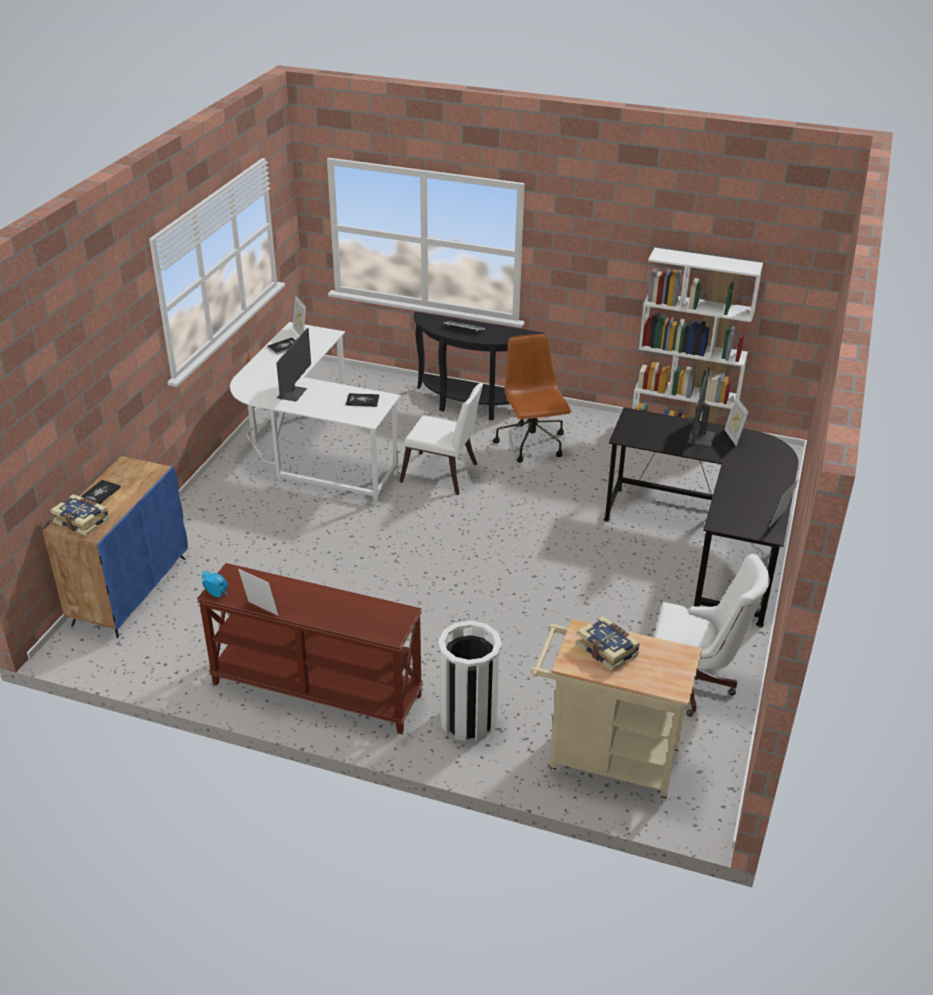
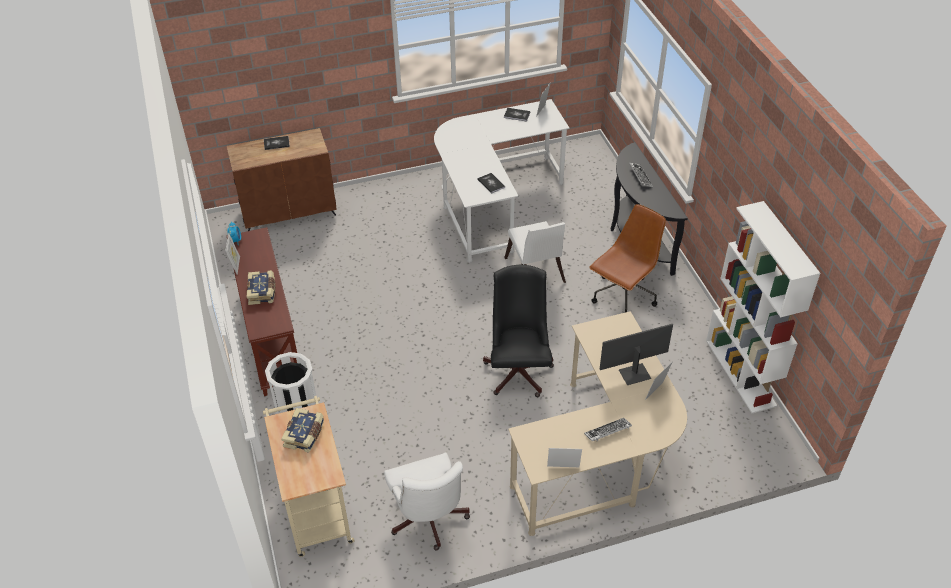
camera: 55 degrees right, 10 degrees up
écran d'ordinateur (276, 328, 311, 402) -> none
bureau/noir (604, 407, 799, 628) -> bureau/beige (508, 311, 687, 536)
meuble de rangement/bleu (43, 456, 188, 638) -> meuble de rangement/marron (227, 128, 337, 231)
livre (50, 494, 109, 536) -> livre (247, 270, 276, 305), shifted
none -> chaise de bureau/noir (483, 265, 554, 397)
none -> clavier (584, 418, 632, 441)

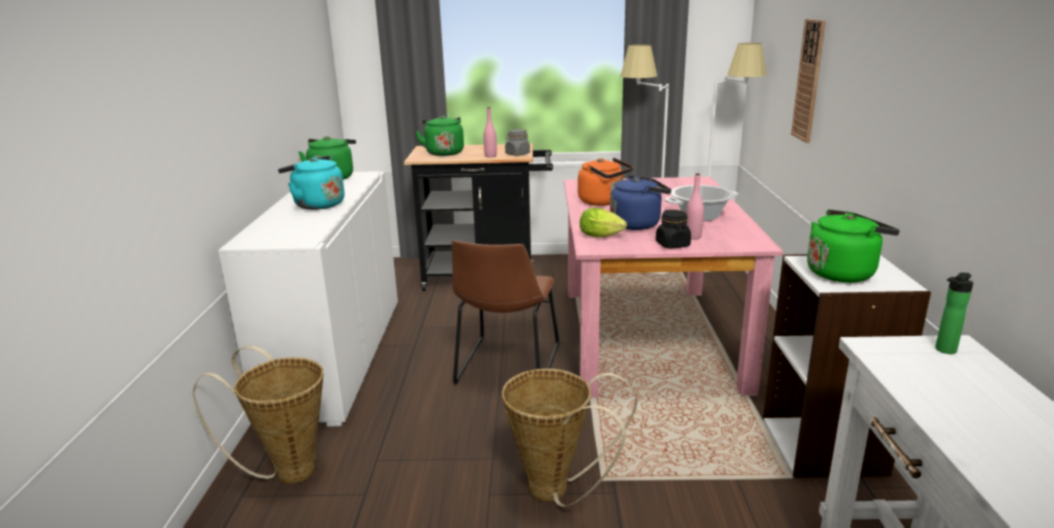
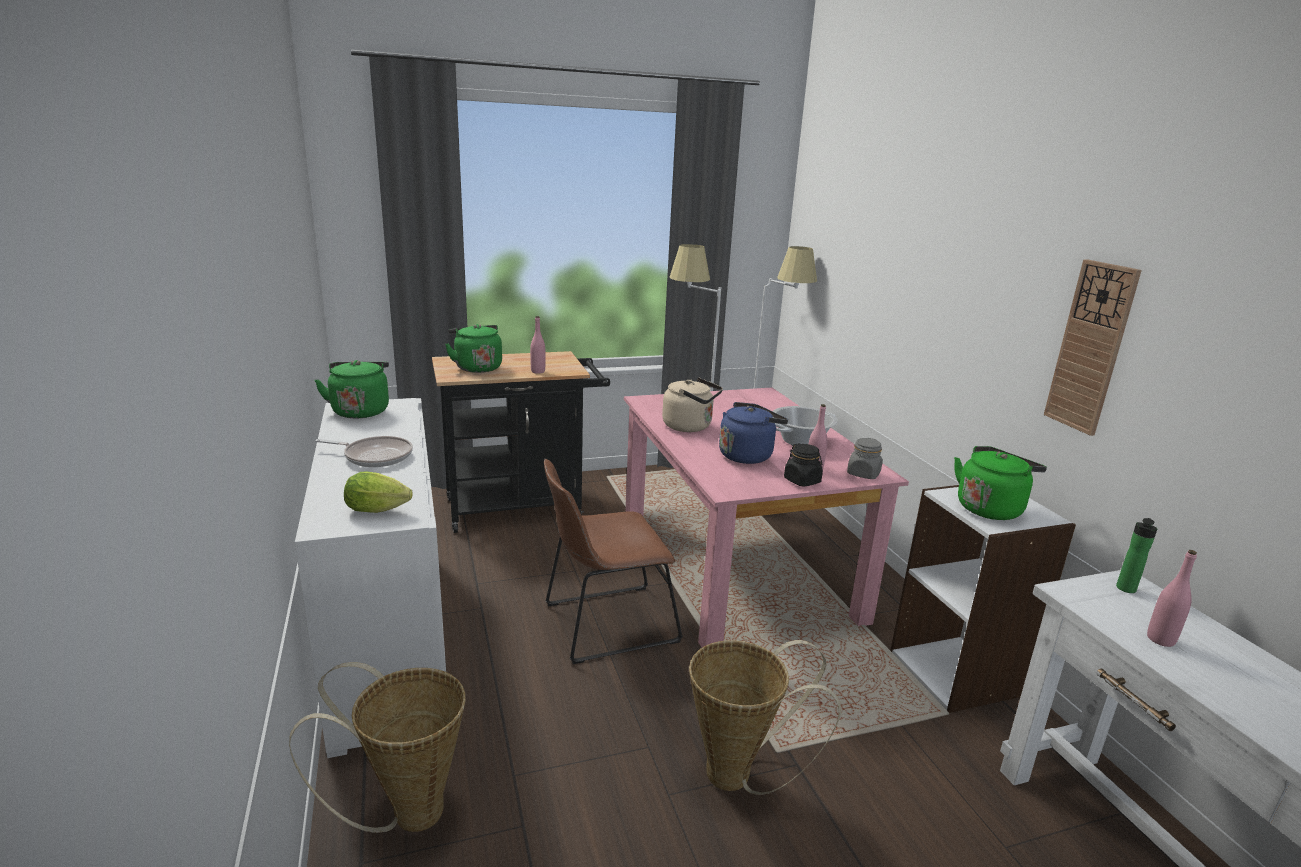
camera: 20 degrees left, 0 degrees up
horloge murale (791, 19, 826, 143) -> horloge murale (1044, 259, 1142, 436), shifted
bocal/gris (505, 129, 530, 156) -> bocal/gris (847, 438, 883, 479), shifted
bouilloire/turquoise (278, 156, 345, 210) -> poêle (315, 436, 413, 467)
bouilloire/orange (578, 158, 633, 206) -> bouilloire/beige (662, 377, 723, 432)
laitue (580, 208, 627, 238) -> laitue (344, 471, 413, 513), shifted
chaise/marron (452, 240, 559, 385) -> chaise/marron (544, 459, 683, 664), 75 degrees clockwise
none -> bouteille/rose (1147, 550, 1197, 647)

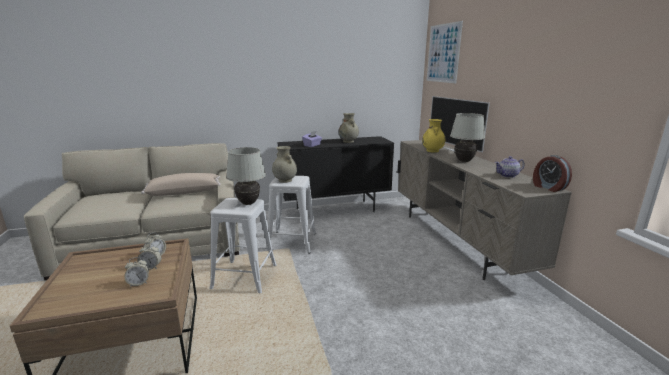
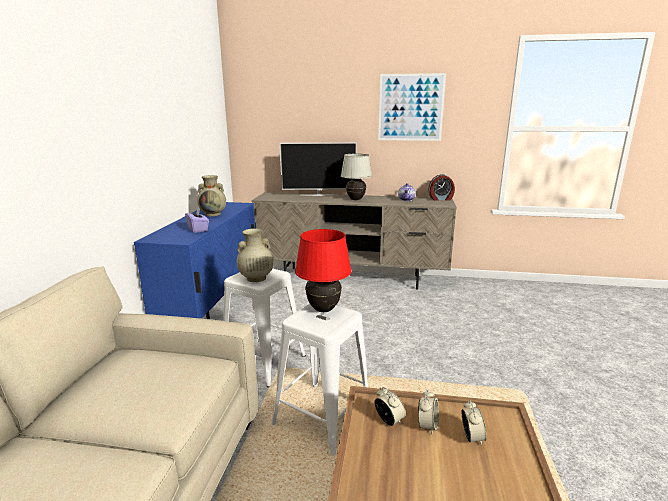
camera: 65 degrees left, 0 degrees up
tableau (427, 21, 463, 83) -> tableau (378, 73, 446, 141), shifted
vase/jaune (422, 119, 446, 153) -> none
meuble de rangement/noir (277, 136, 394, 212) -> meuble de rangement/bleu (134, 202, 255, 319)
lampe de table/blanc (226, 147, 266, 205) -> lampe de table/rouge (295, 229, 352, 312)
coussin/beige (141, 173, 220, 196) -> none

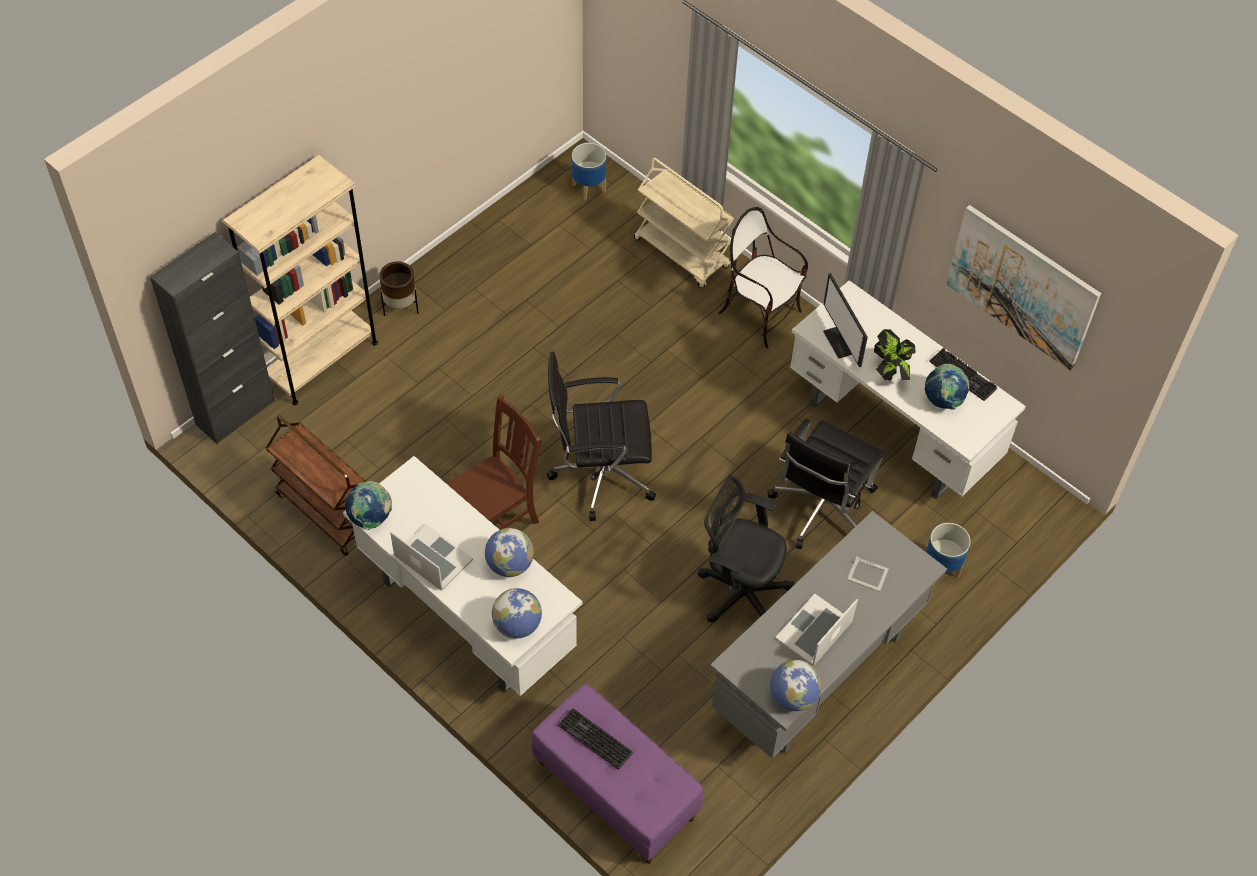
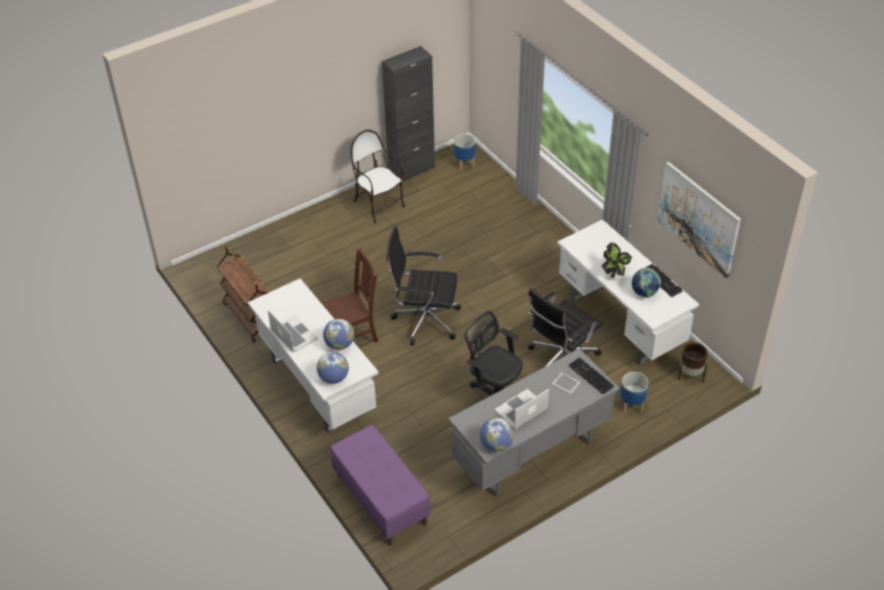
camera: 15 degrees right, 10 degrees down
bibliothèque/beige (223, 155, 378, 405) -> none
chariot/beige (634, 158, 734, 288) -> none
chaise (719, 207, 808, 348) -> chaise (351, 130, 405, 223), shifted
meuble de rangement/noir (150, 232, 275, 444) -> meuble de rangement/noir (382, 46, 435, 181), shifted
cache-pot/marron (379, 261, 419, 316) -> cache-pot/marron (678, 342, 708, 382), shifted
écran d'ordinateur (823, 273, 868, 367) -> none
globe (345, 481, 392, 530) -> none
clavier (558, 708, 633, 770) -> clavier (569, 357, 614, 395), shifted

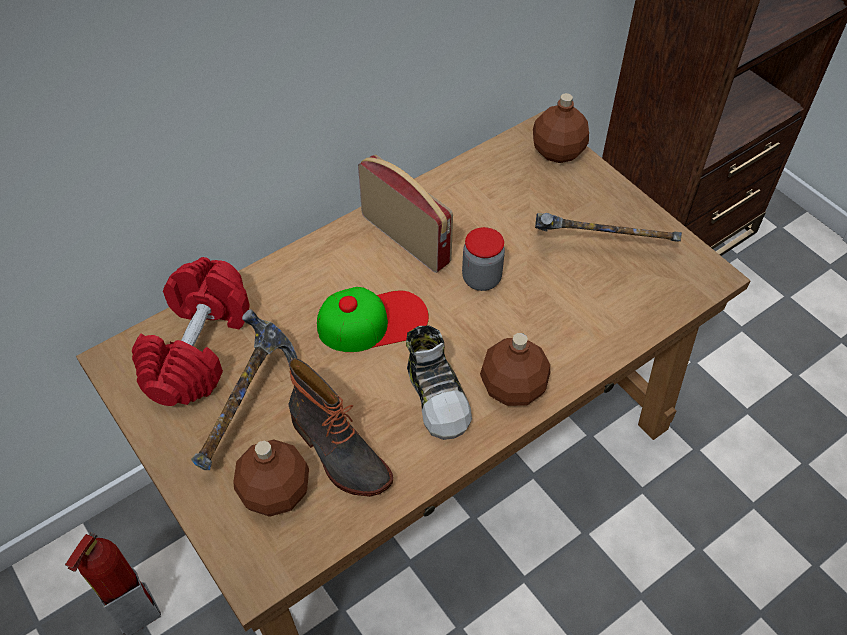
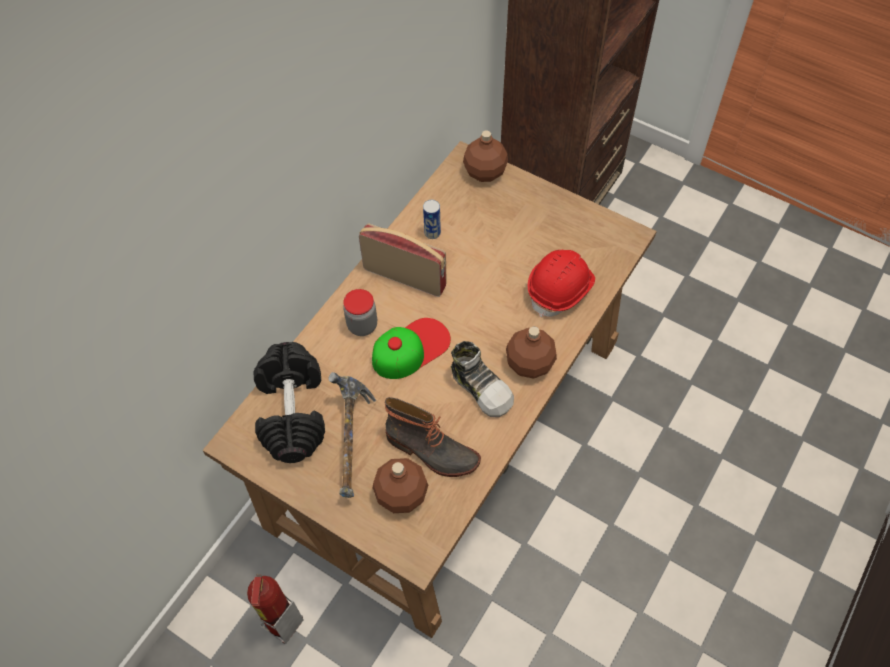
camera: 20 degrees left, 5 degrees up
marteau (535, 213, 682, 242) -> none
bocal (462, 227, 505, 291) -> bocal (343, 289, 377, 336), shifted
haltère/rouge (132, 257, 250, 406) -> haltère/noir (254, 342, 325, 463)
none -> boîte métallique (423, 200, 441, 239)
none -> casque de chantier/rouge (528, 250, 595, 318)

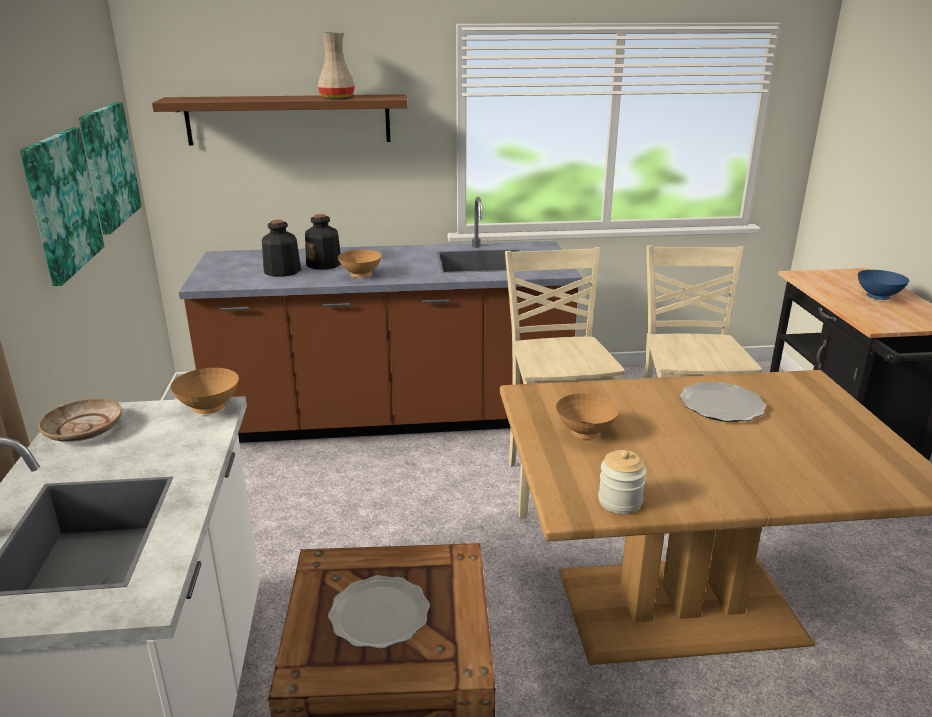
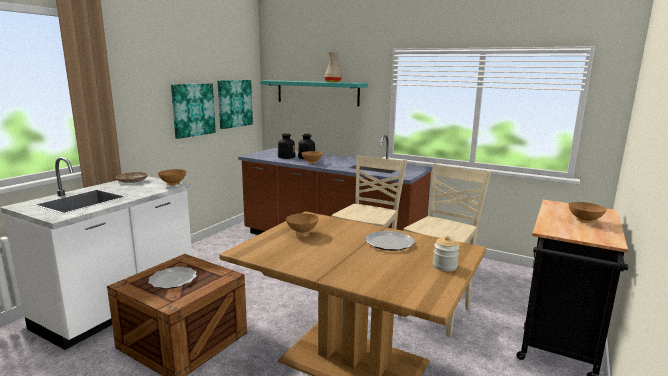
camera: 35 degrees right, 10 degrees down
étagère/marron (152, 94, 408, 146) -> étagère/turquoise (260, 80, 368, 106)
bol/bleu (858, 270, 909, 300) -> bol/marron (568, 202, 607, 223)
bocal (598, 450, 647, 514) -> bocal (433, 236, 459, 271), shifted

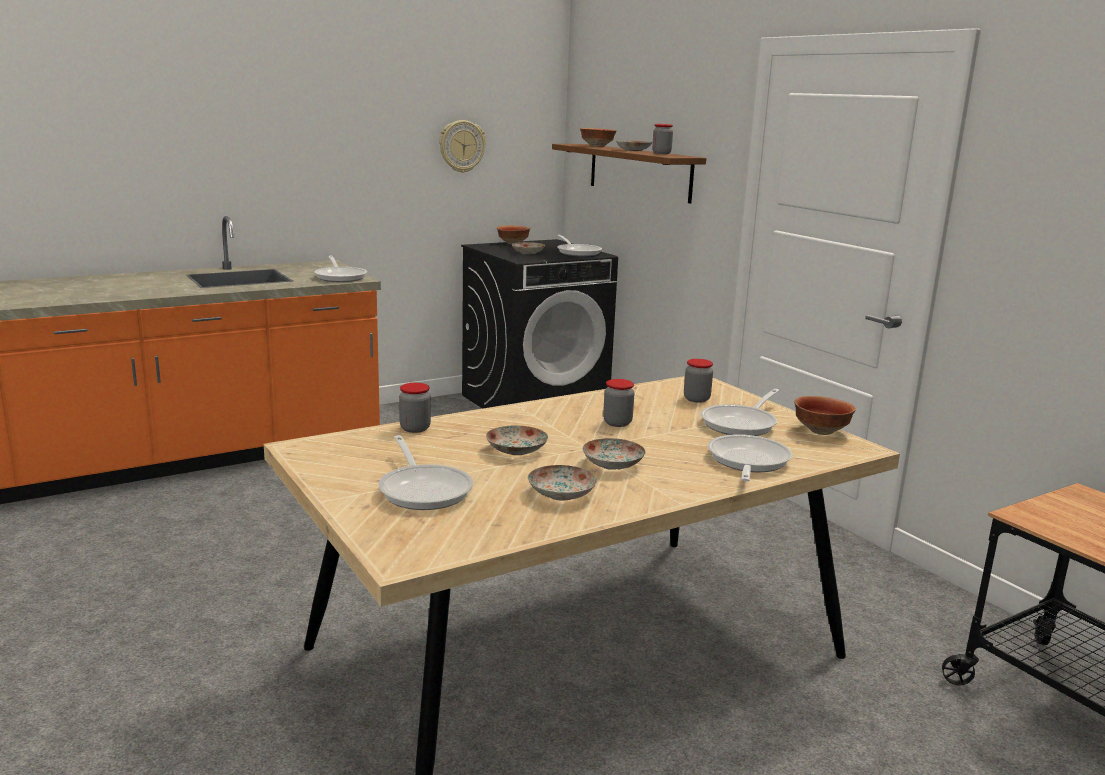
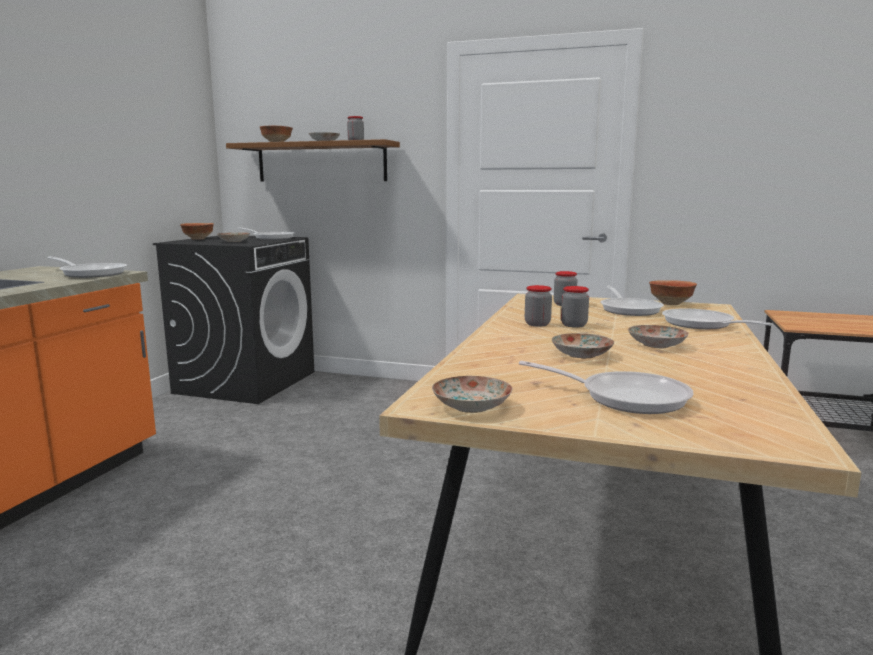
camera: 40 degrees left, 5 degrees down
horloge murale (439, 120, 486, 173) -> none
bocal (399, 383, 431, 433) -> bocal (525, 285, 552, 327), shifted
assiette (527, 465, 597, 501) -> assiette (432, 376, 513, 413), shifted

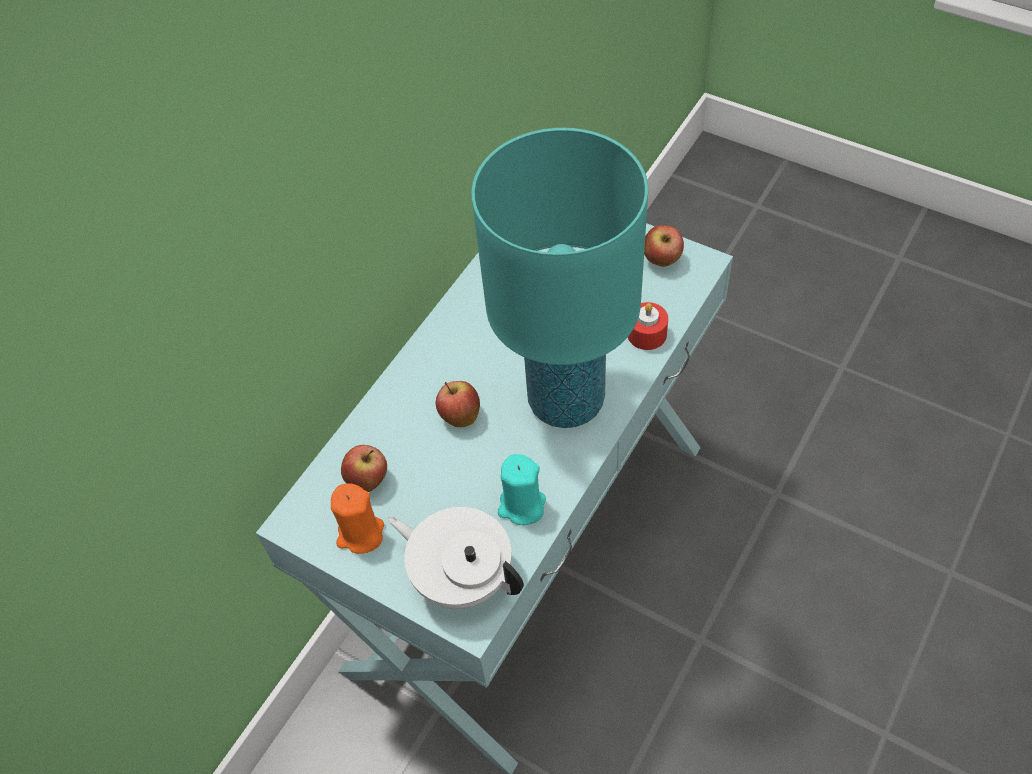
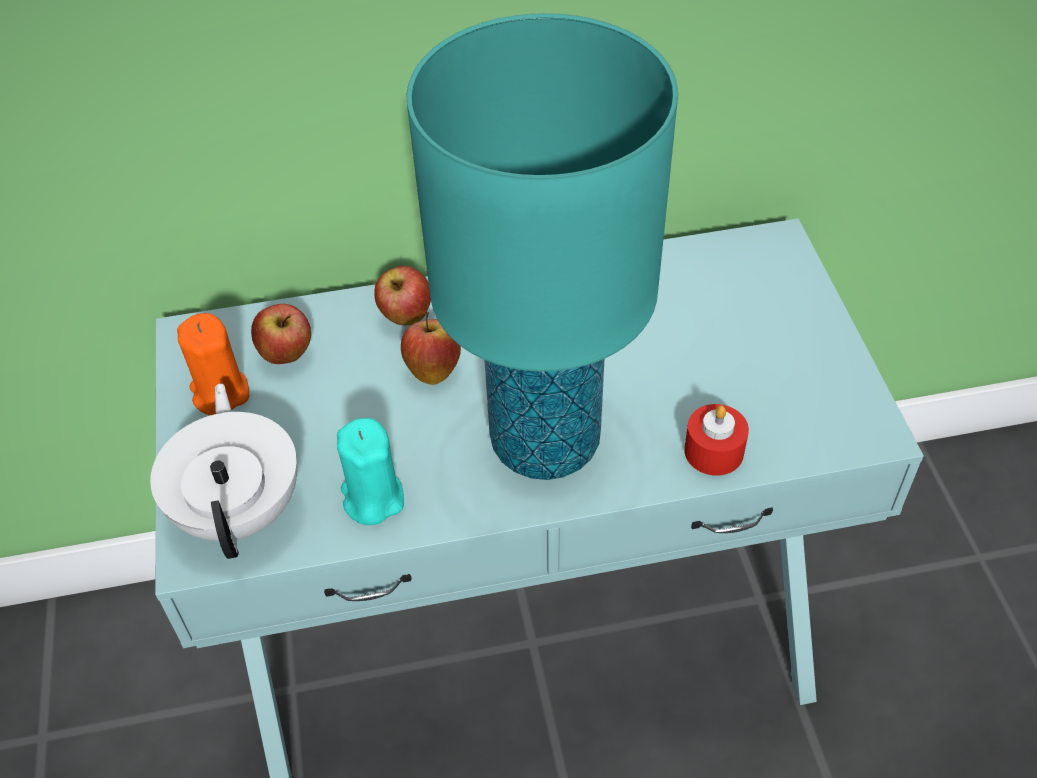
camera: 45 degrees right, 5 degrees down
pomme (644, 225, 684, 267) -> pomme (374, 266, 431, 325), shifted

